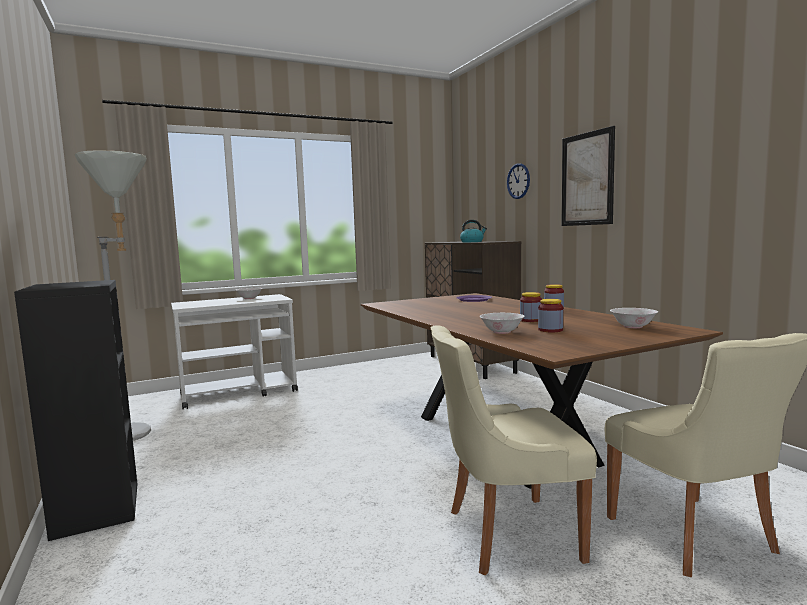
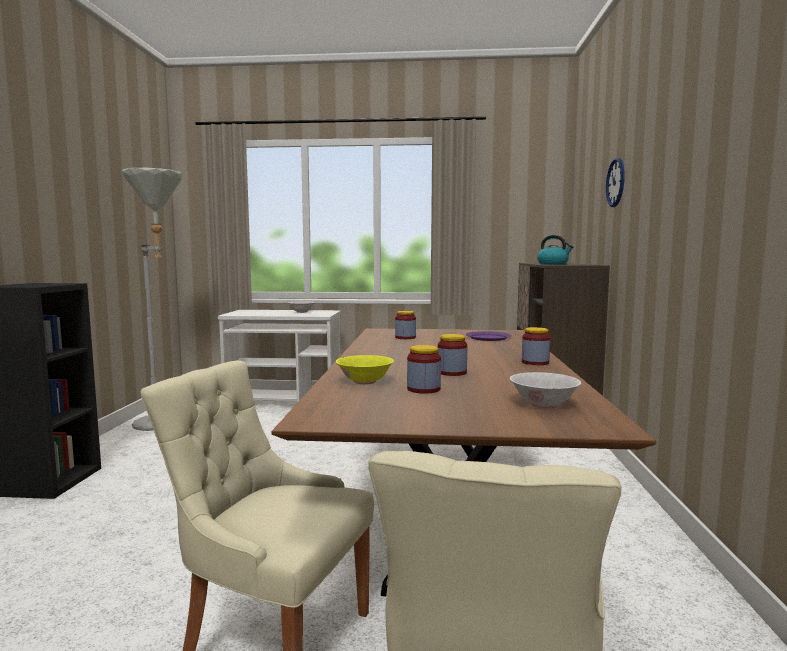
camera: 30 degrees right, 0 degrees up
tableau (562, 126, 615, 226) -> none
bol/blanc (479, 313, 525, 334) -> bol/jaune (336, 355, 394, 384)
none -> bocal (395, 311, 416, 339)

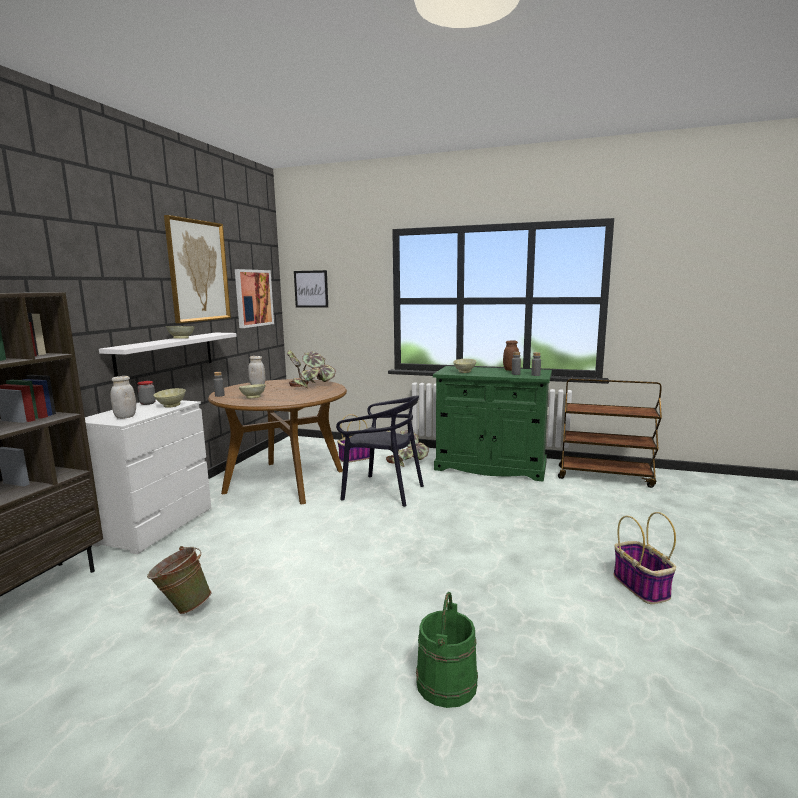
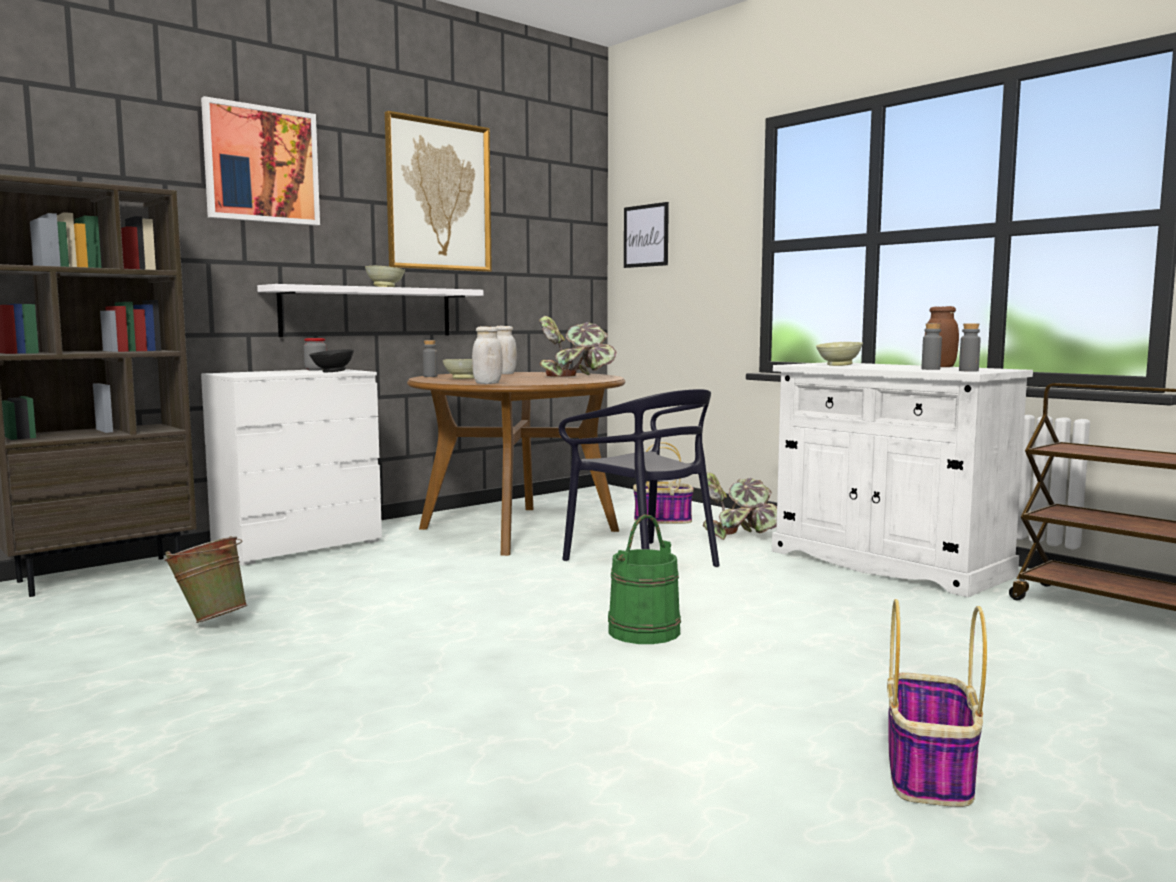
camera: 30 degrees right, 5 degrees down
tableau (235, 269, 274, 328) -> tableau (201, 96, 320, 226), shifted
meuble de rangement/vert (433, 366, 552, 481) -> meuble de rangement/blanc (772, 362, 1033, 597)
bocal/blanc (111, 376, 136, 419) -> bocal/blanc (472, 326, 503, 384), shifted
bol/beige (153, 388, 186, 408) -> bol/noir (309, 349, 354, 372)
seau/vert (416, 592, 478, 708) -> seau/vert (608, 514, 681, 644), shifted

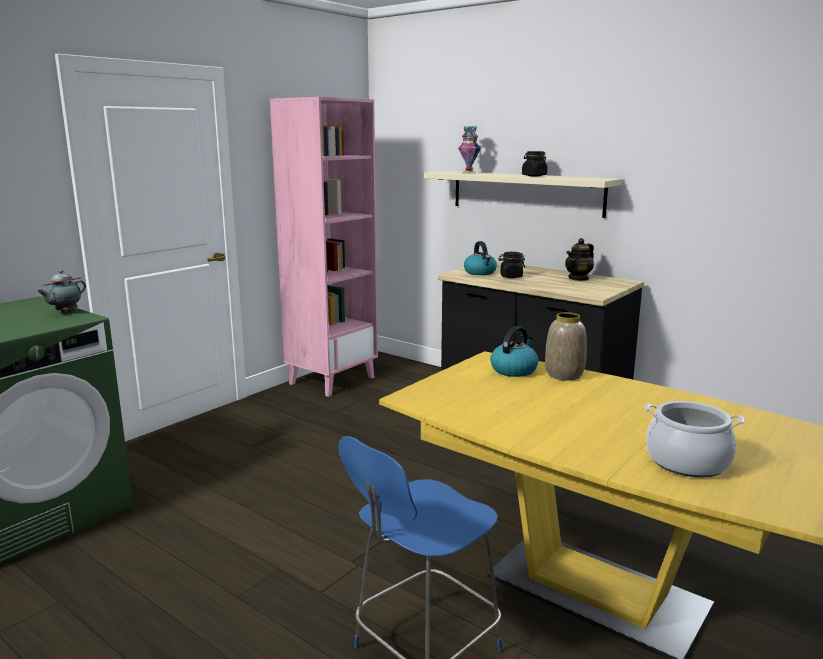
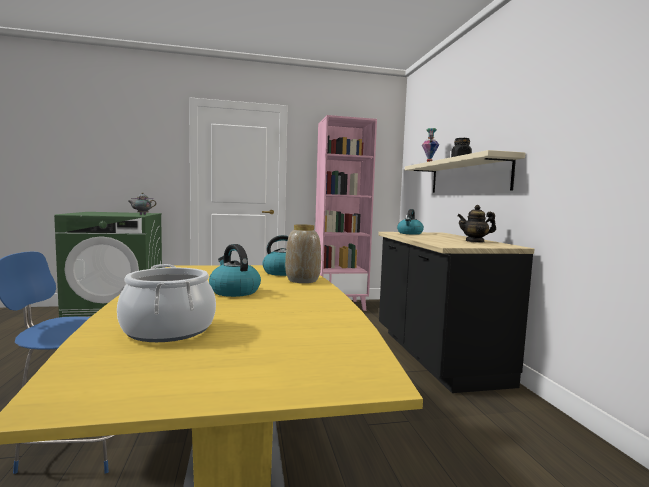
camera: 40 degrees right, 10 degrees down
bocal/noir (498, 252, 525, 278) -> none
none -> bouilloire (209, 244, 261, 297)

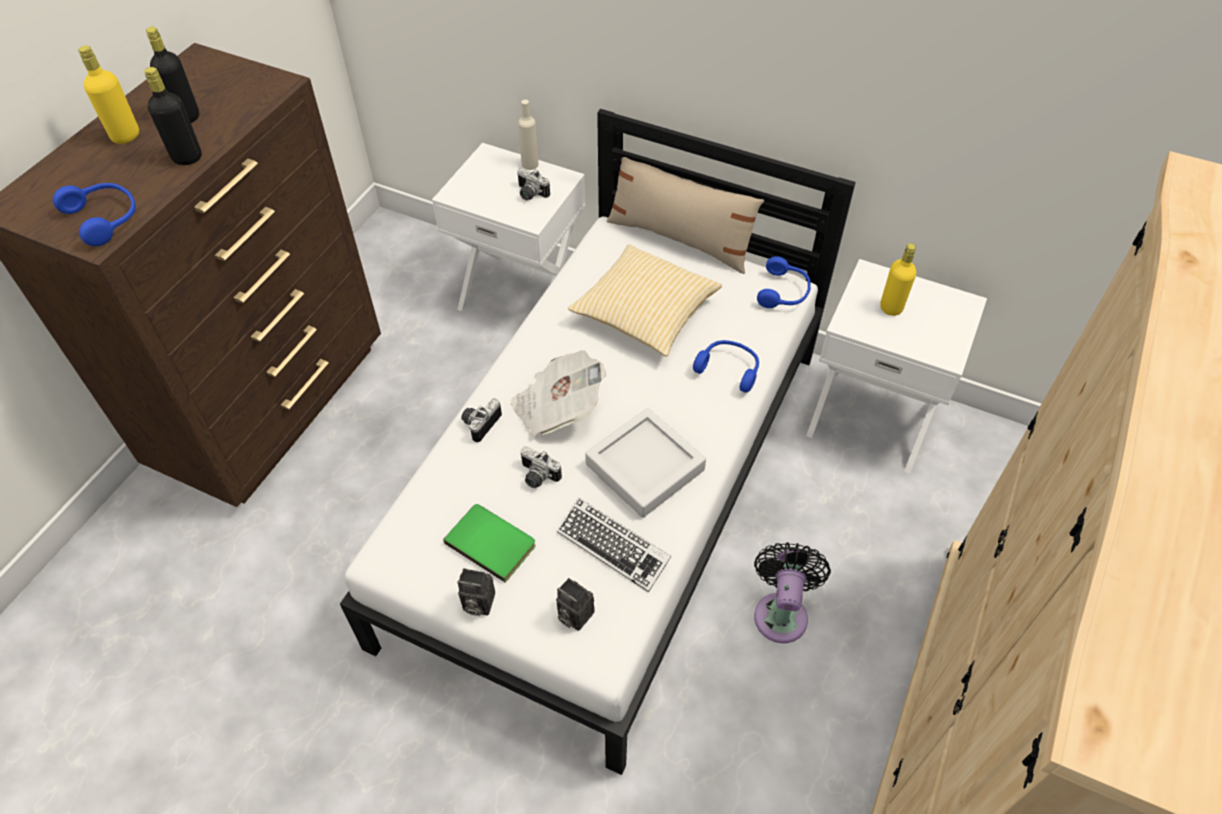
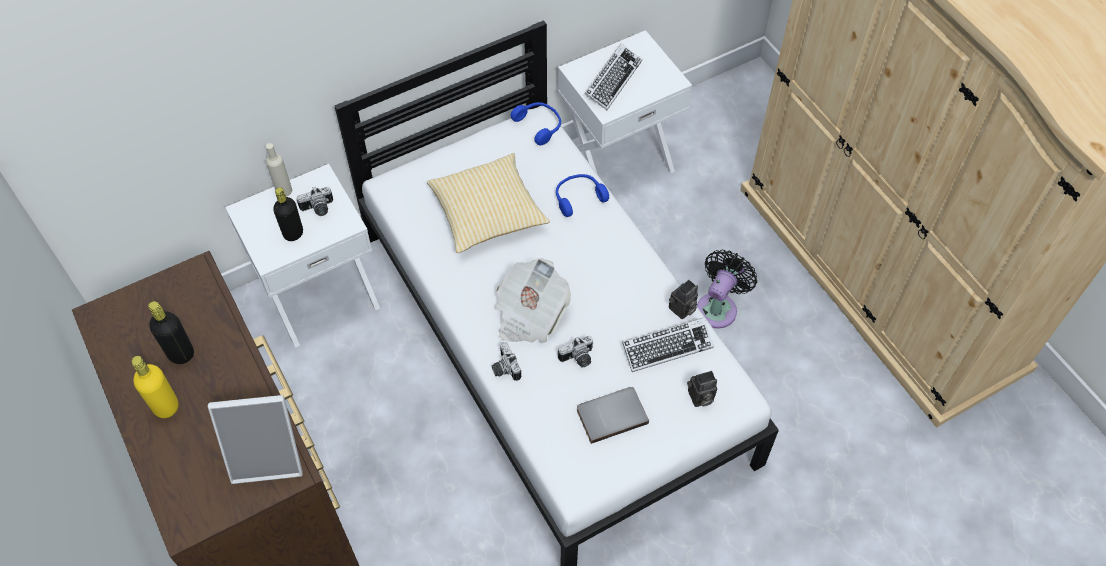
camera: 55 degrees left, 5 degrees up
bouteille/noir (144, 67, 202, 165) -> bouteille/noir (273, 187, 303, 241), shifted
coussin/beige (607, 157, 764, 274) -> none
casque audio/bleu (53, 183, 136, 246) -> cadre photo (208, 395, 303, 484)
bouteille/jaune (880, 243, 916, 316) -> clavier (584, 43, 642, 110)
plateau/gris (585, 408, 706, 518) -> none
livre/vert (443, 504, 535, 583) -> livre/gris (577, 387, 649, 444)
ventilateur/noir (754, 542, 831, 643) -> ventilateur/noir (697, 250, 757, 329), 75 degrees clockwise
appareil photo (457, 568, 495, 616) -> appareil photo (669, 280, 698, 319), shifted

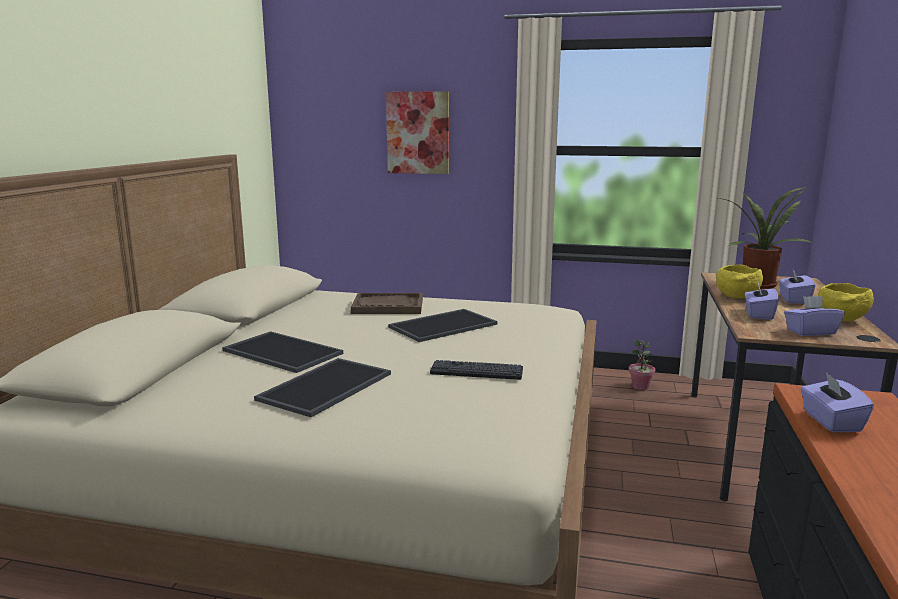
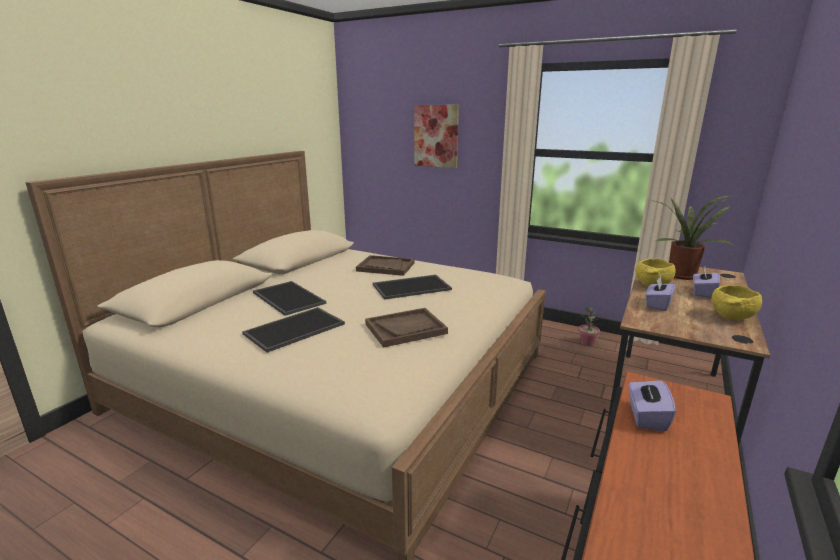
camera: 15 degrees right, 5 degrees up
boîte à mouchoirs/violet (784, 296, 845, 336) -> none
clavier (430, 360, 523, 380) -> plateau/marron (365, 308, 448, 348)

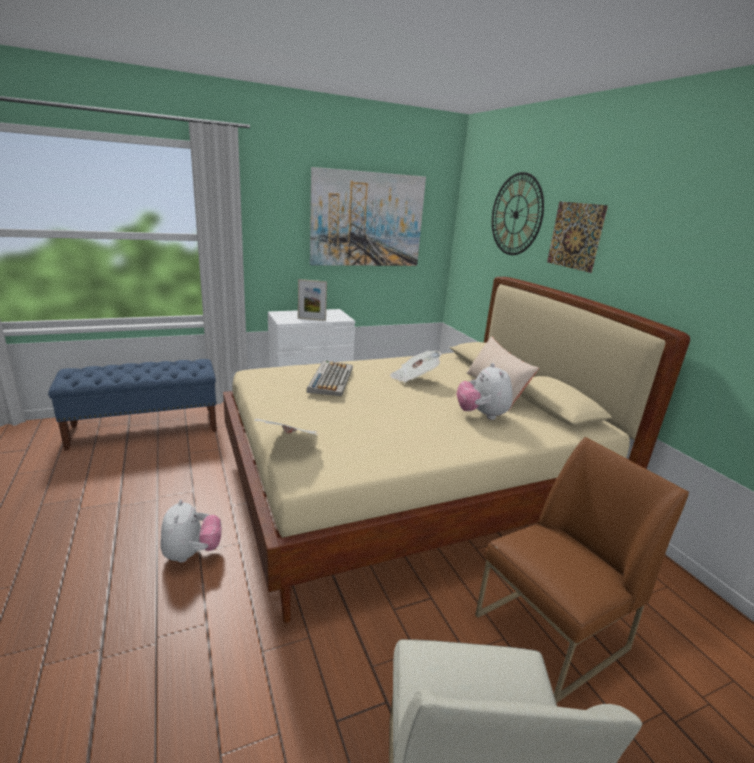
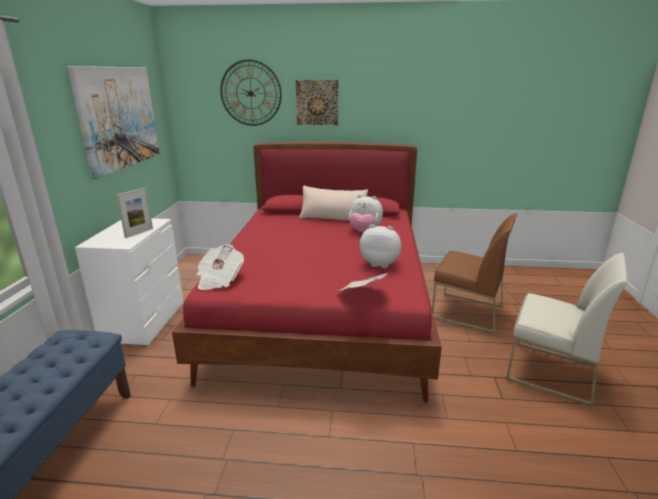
camera: 60 degrees left, 0 degrees up
lit/beige (223, 277, 690, 623) -> lit/rouge (172, 142, 442, 403)
journal (390, 351, 442, 383) -> journal (196, 244, 244, 290), shifted
clavier (307, 360, 353, 396) -> none
chaise/marron (475, 437, 689, 703) -> chaise/marron (432, 213, 517, 334), 120 degrees clockwise
peluche (160, 499, 221, 563) -> peluche (360, 224, 401, 268), shifted

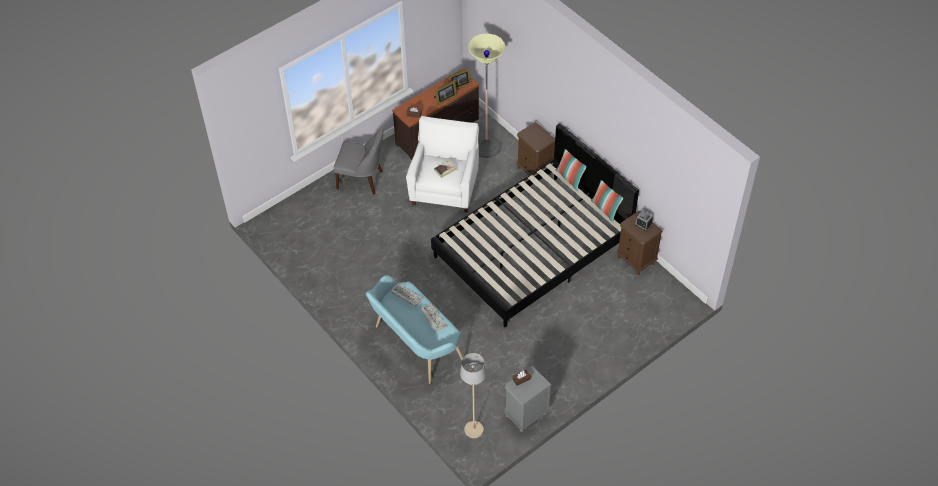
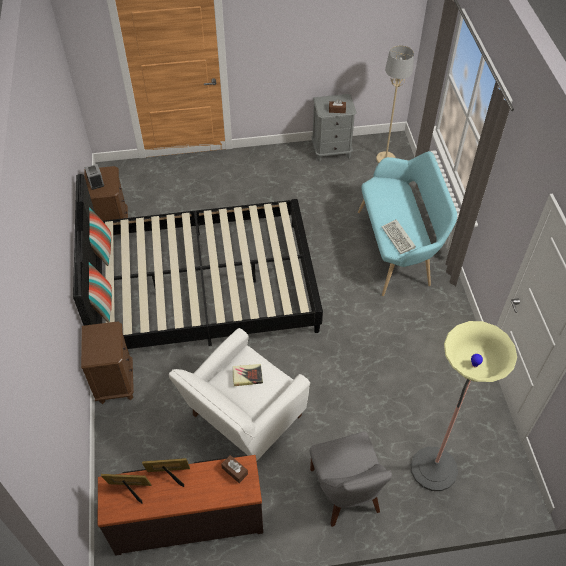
camera: 150 degrees left, 0 degrees up
lampadaire (468, 34, 506, 158) -> lampadaire (411, 321, 517, 491), shifted
chaise/gris (334, 127, 383, 195) -> chaise/gris (310, 431, 392, 527), 150 degrees counterclockwise
clavier (420, 304, 448, 332) -> none

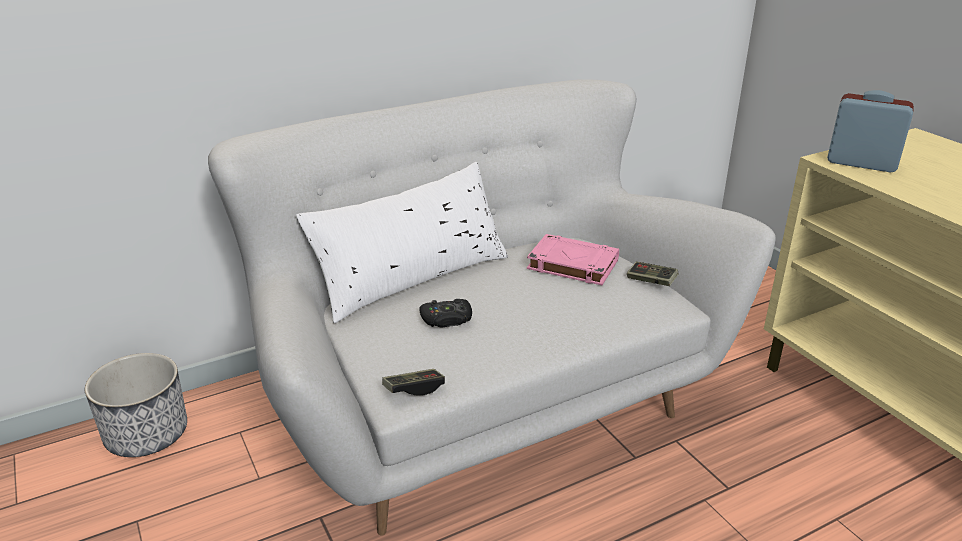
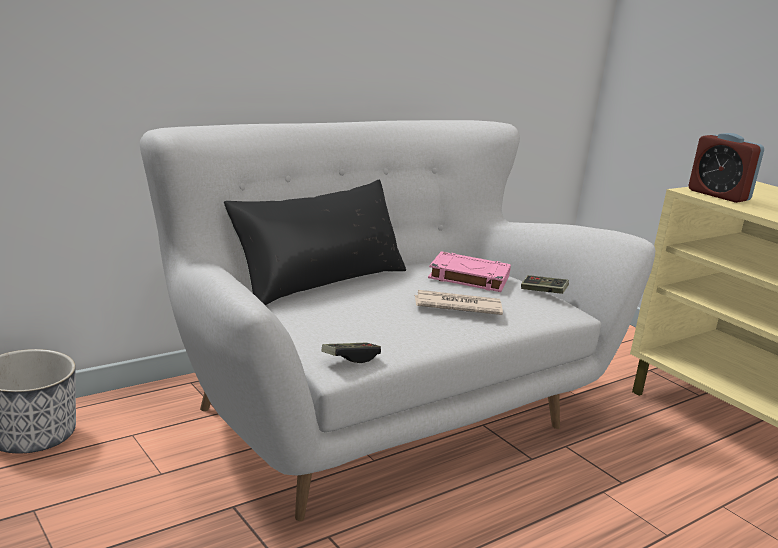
camera: 10 degrees left, 10 degrees down
réveil (827, 90, 914, 172) -> réveil (688, 133, 764, 203), 150 degrees counterclockwise
coussin/blanc (296, 162, 508, 323) -> coussin/noir (224, 180, 406, 305)
manette/noir (419, 299, 472, 327) -> none
none -> journal (415, 290, 503, 315)

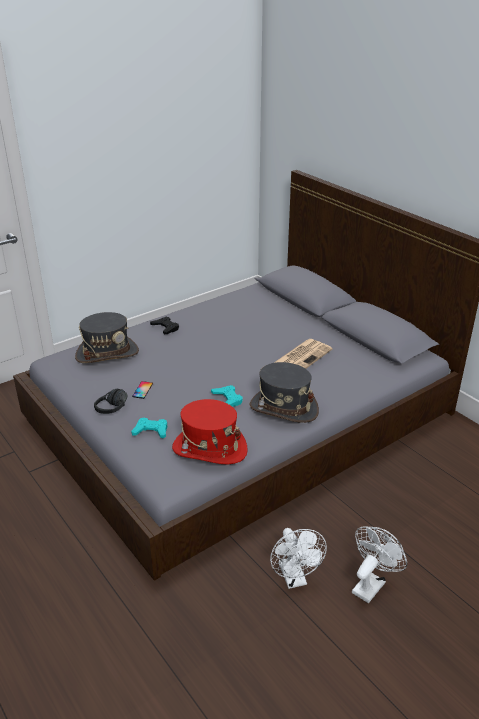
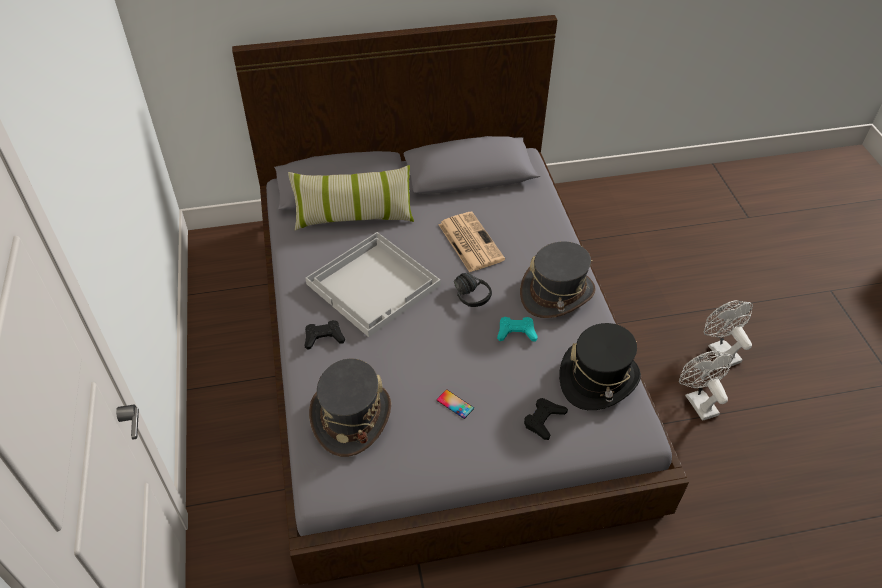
camera: 65 degrees left, 15 degrees up
casque audio/noir (94, 389, 127, 414) -> casque audio/noir (454, 273, 492, 307), shifted
chapeau/rouge (172, 399, 248, 464) -> chapeau/noir (559, 323, 641, 410)
manette/turquoise (131, 418, 167, 438) -> manette/noir (524, 398, 568, 440)
ventilateur/blanc (270, 528, 327, 589) -> ventilateur/blanc (679, 351, 733, 421), 120 degrees counterclockwise
none -> coussin (288, 165, 414, 231)
none -> plateau/blanc (305, 232, 441, 337)

